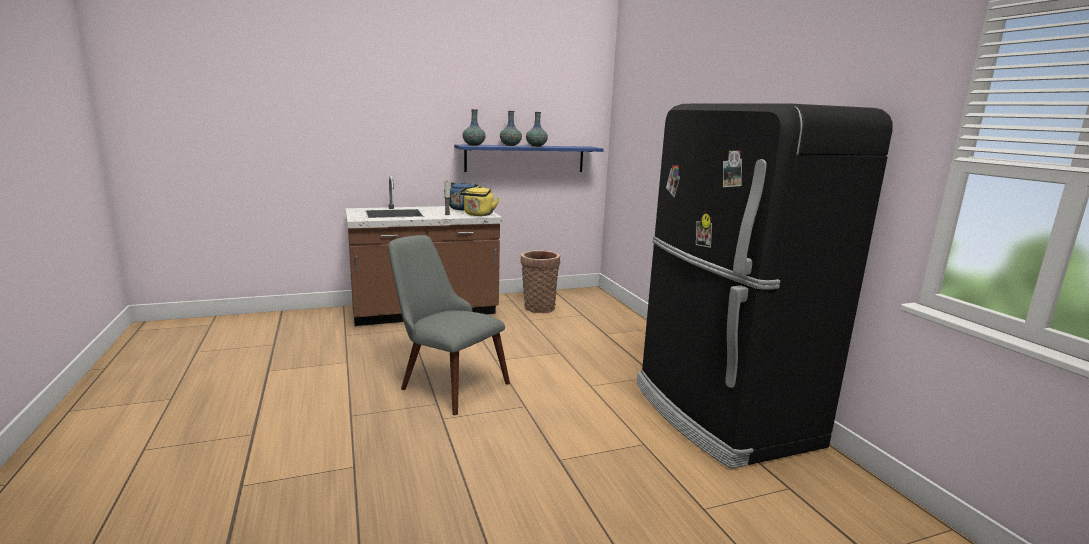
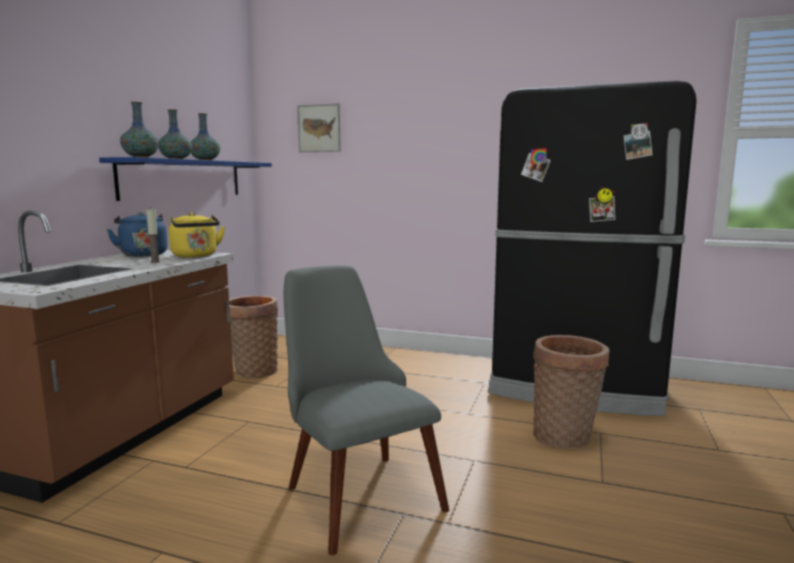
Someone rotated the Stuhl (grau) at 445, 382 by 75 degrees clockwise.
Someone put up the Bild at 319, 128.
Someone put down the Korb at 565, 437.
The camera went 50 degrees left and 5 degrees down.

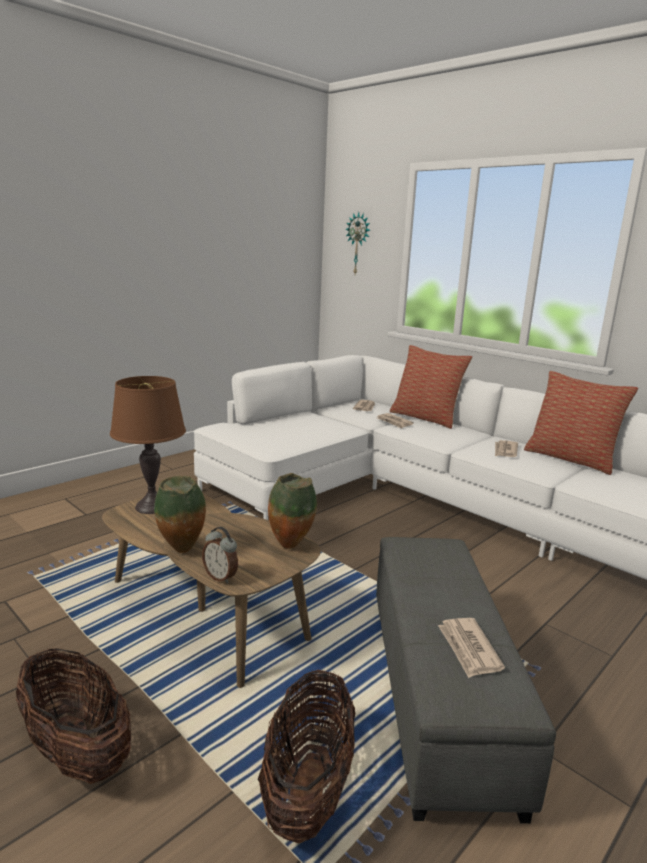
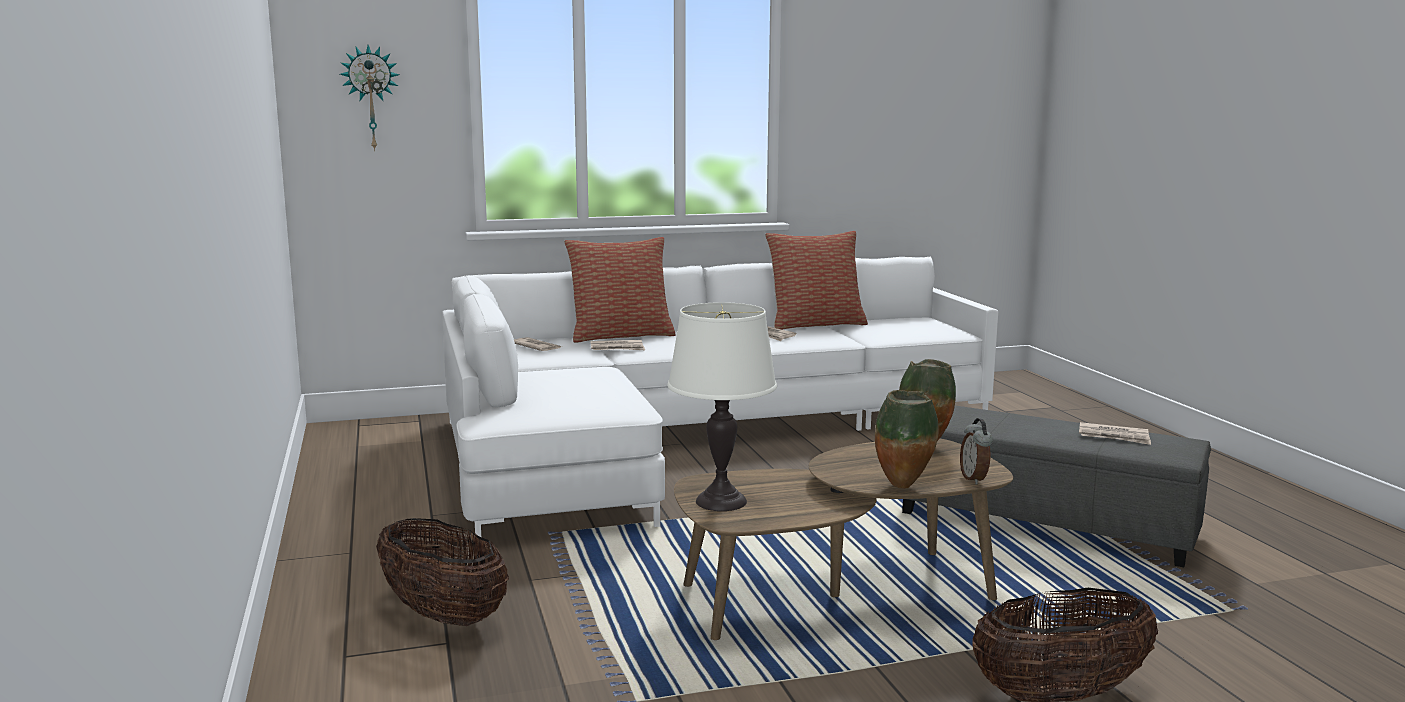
Someone carried the Korb from 308, 789 to 443, 615.
Someone repainted the Tischlampe (braun) at 152, 506, which became the Tischlampe (weiß) at 721, 501.
Someone rotated the Wecker at 221, 577 by 105 degrees clockwise.
The camera went 60 degrees left and 5 degrees down.

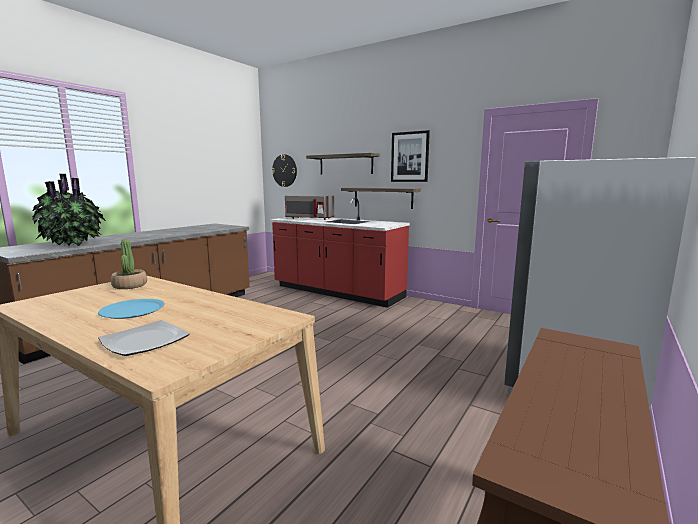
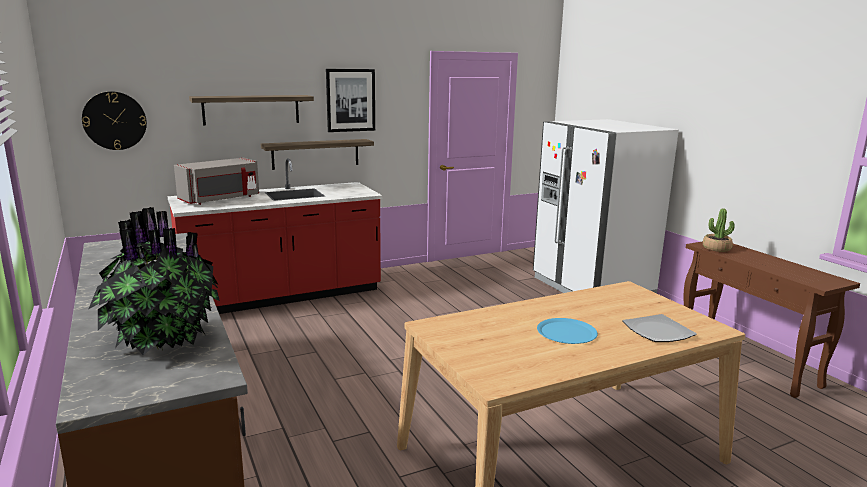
Someone carried the Topfpflanze from 129, 286 to 716, 248.
The camera went 60 degrees left and 5 degrees up.

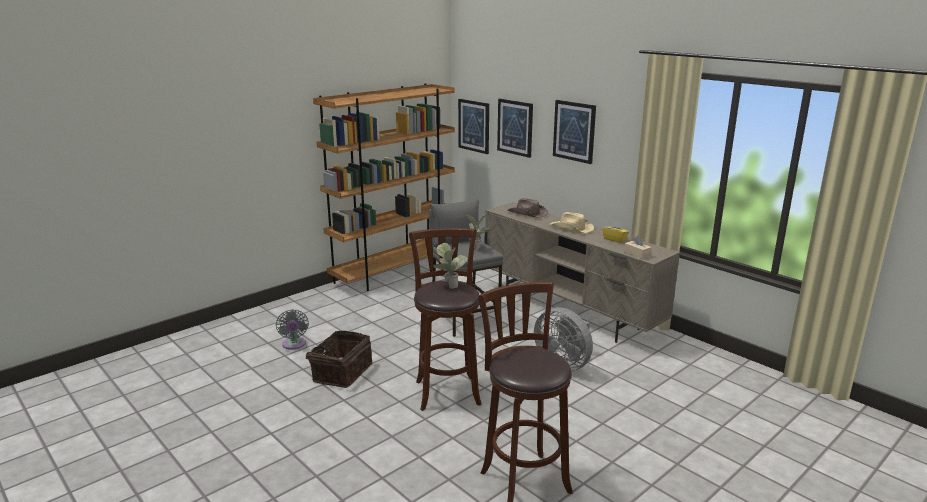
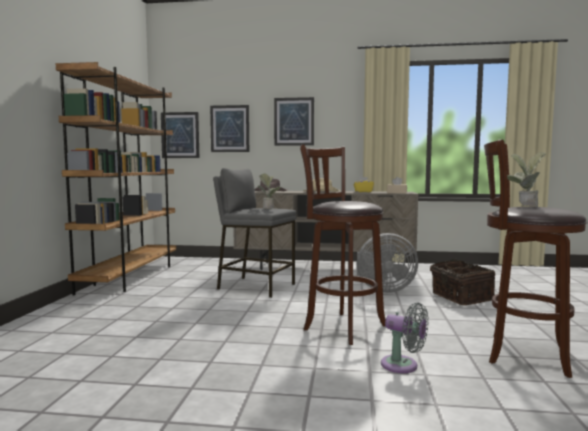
Someone carried the Ventilator (grau) from 294, 345 to 403, 366.
Someone carried the Korb from 341, 373 to 460, 297.
Someone carried the Topfpflanze from 449, 285 to 523, 207.
The camera went 40 degrees left and 15 degrees down.

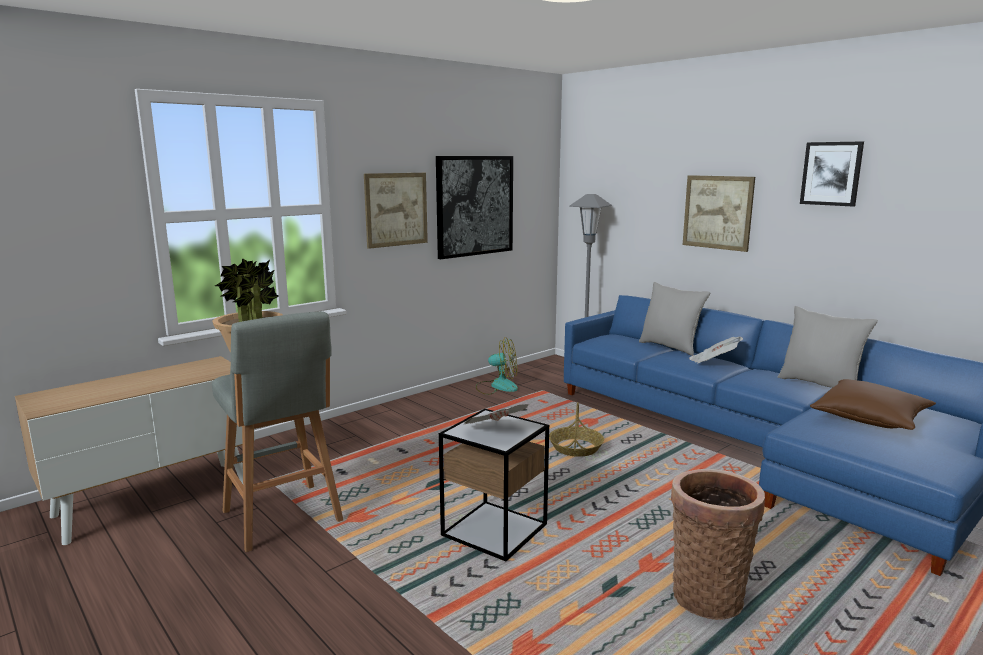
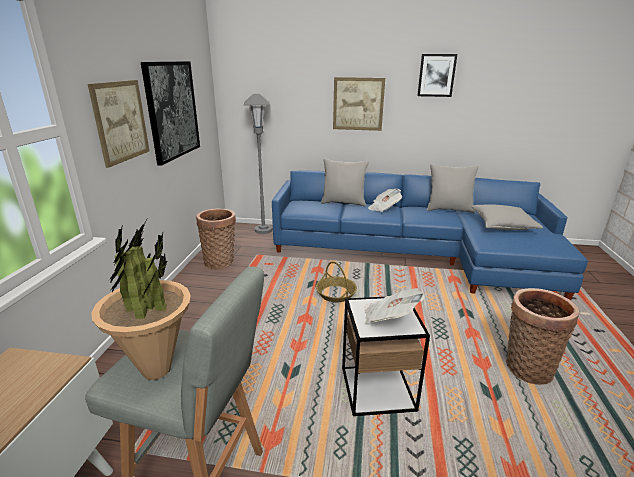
Someone swapped the Ventilator at 497, 386 for the Korb at 220, 261.
Someone repainted the Kissen (braun) at 870, 419, which became the Kissen (grau) at 502, 225.
The camera went 40 degrees left and 10 degrees up.

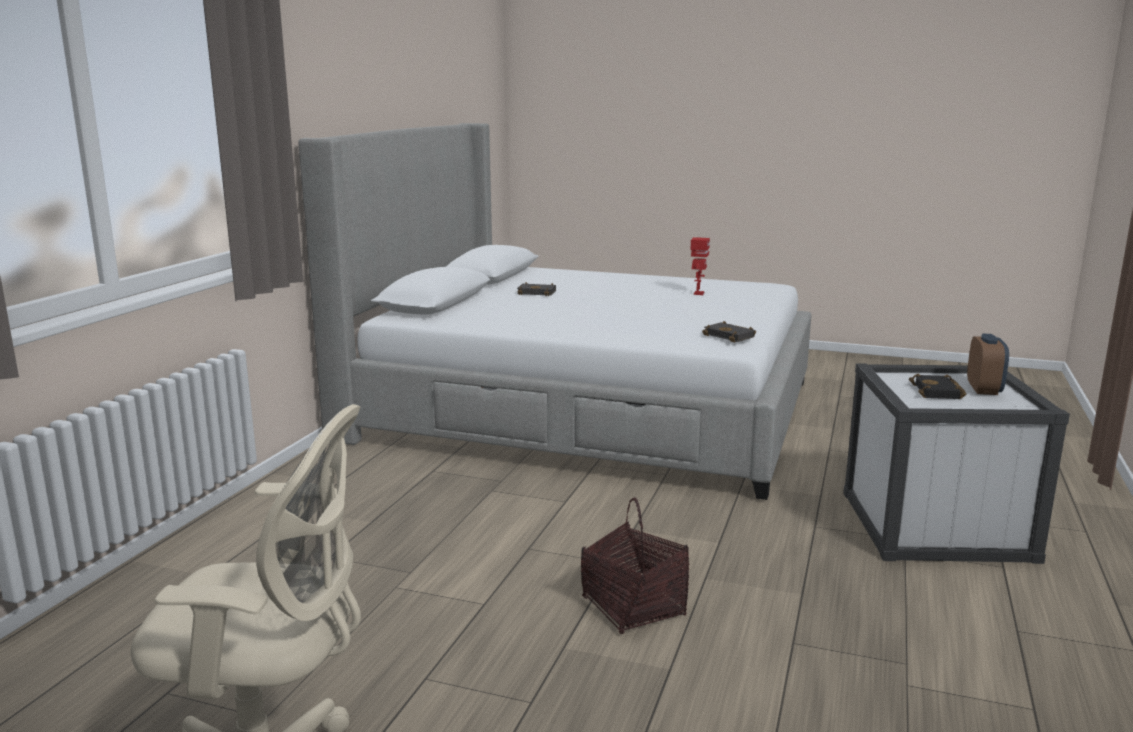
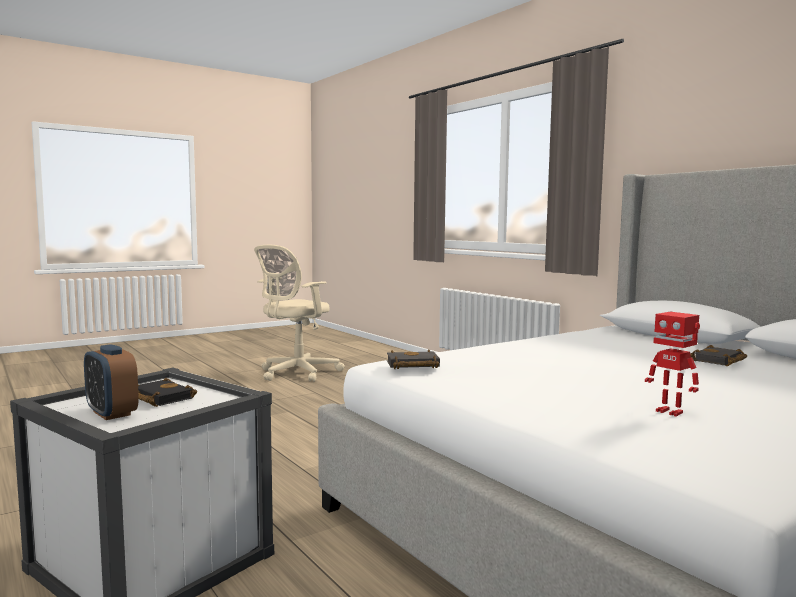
Someone took away the Korb at 633, 607.
The camera went 125 degrees right and 10 degrees down.

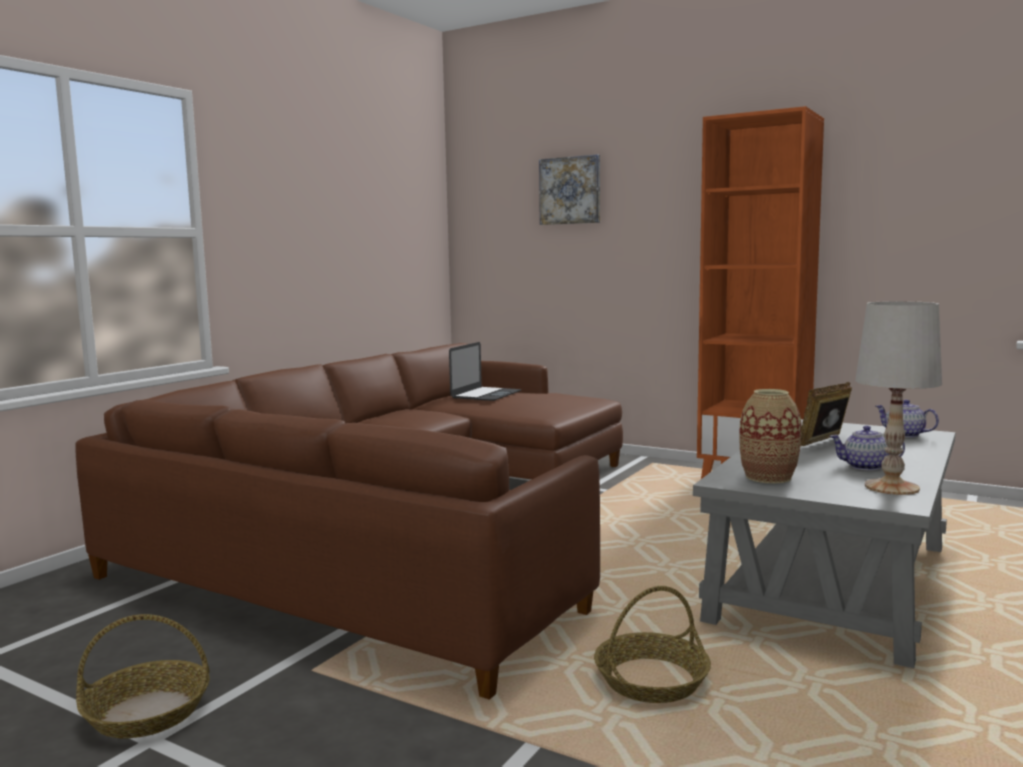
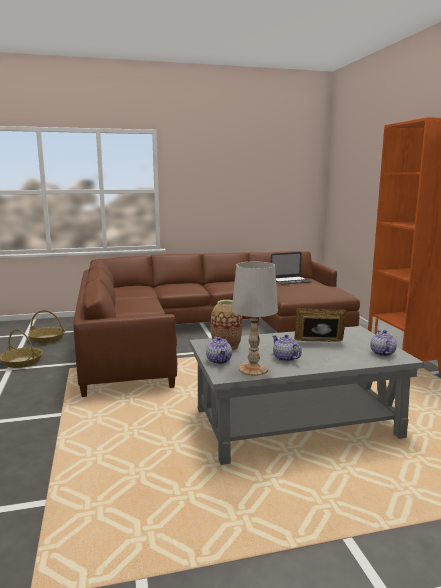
Someone carried the Korb from 651, 680 to 47, 339.
Someone put down the Teekanne at 219, 361.
Someone took away the Bild at 570, 190.
The camera went 45 degrees right and 5 degrees up.

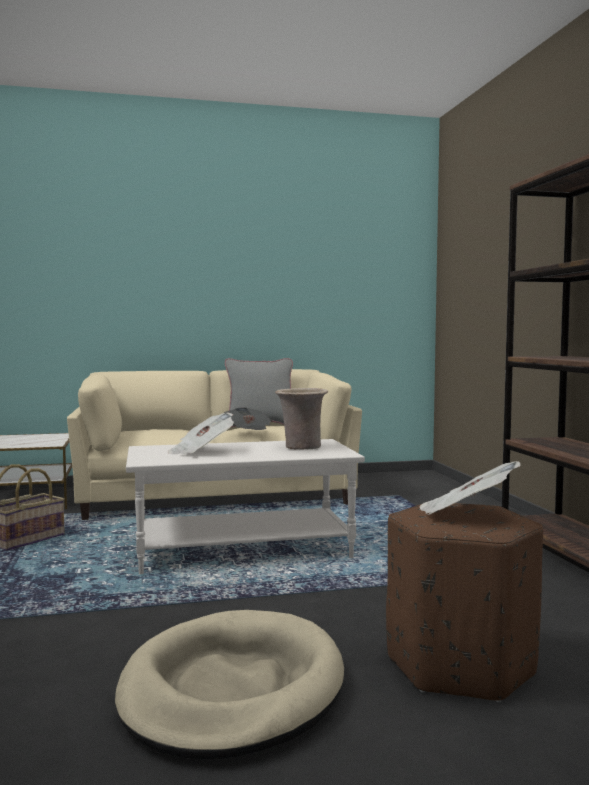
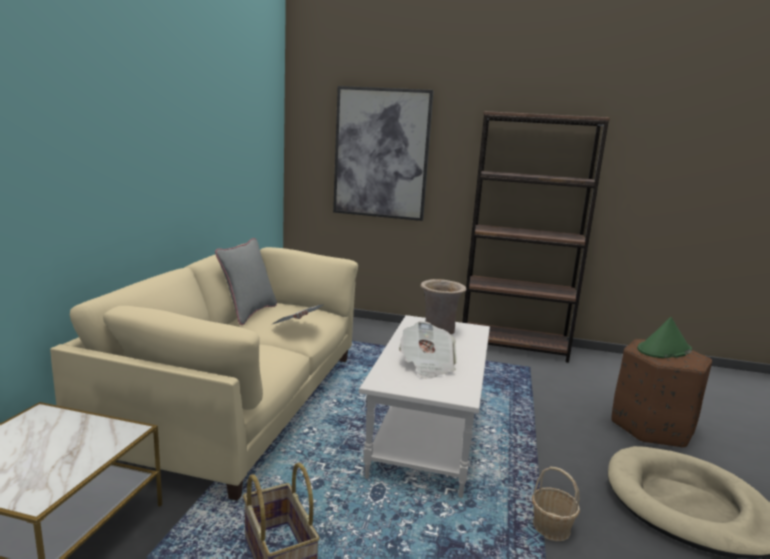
Someone put up the Bild at 381, 154.
Someone put down the Korb at 551, 527.
Someone swapped the Zeitung at 465, 514 for the Hut (grün) at 664, 350.
The camera went 65 degrees left and 10 degrees up.

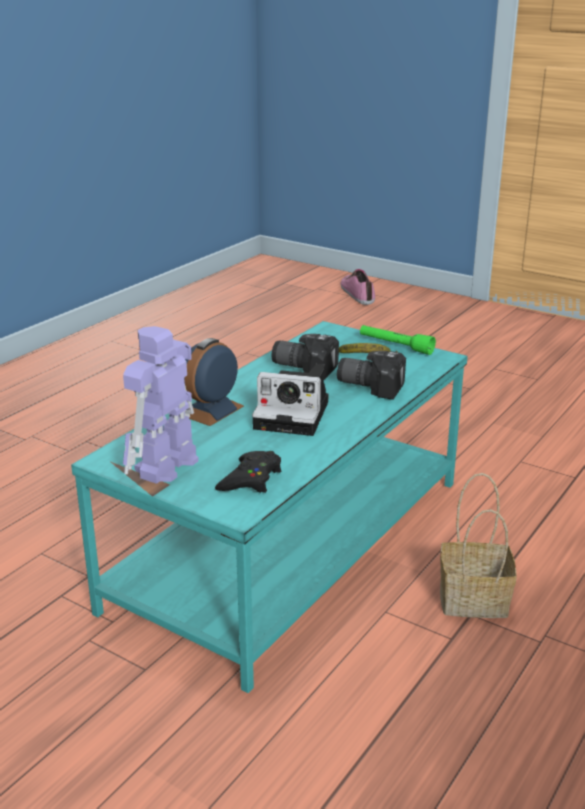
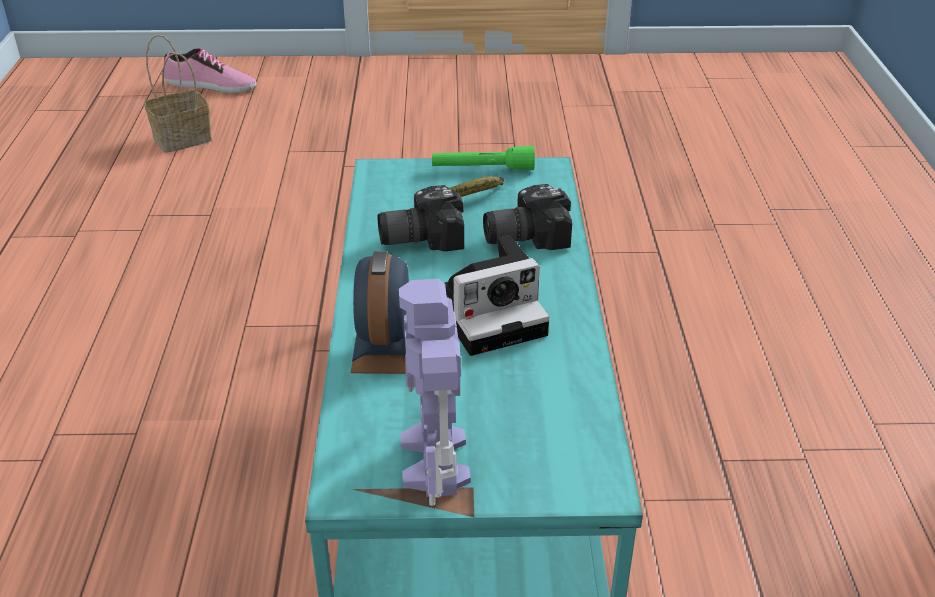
Someone carried the Korb from 475, 599 to 184, 138.
Someone rotated the Schuh at 358, 293 by 150 degrees clockwise.
Someone took away the Gamepad (schwarz) at 250, 479.
The camera went 35 degrees left and 10 degrees up.

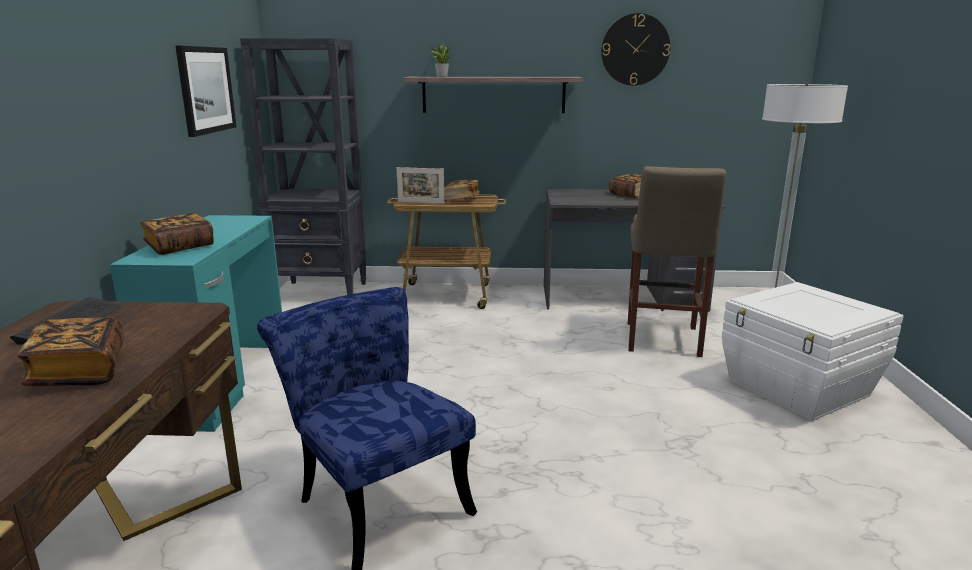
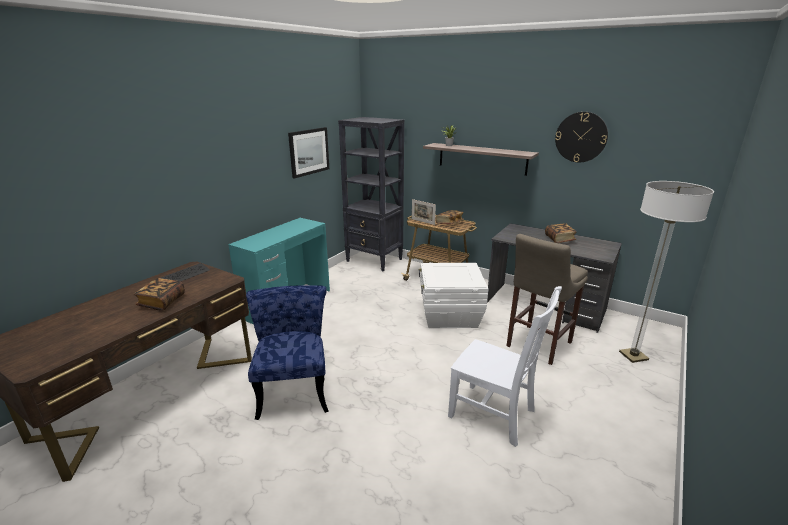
Someone carried the Aufbewahrungsbox (weiß) from 798, 389 to 449, 315.
Someone put down the Stuhl (weiß) at 494, 414.
Someone took away the Buch at 179, 247.
The camera went 30 degrees right and 5 degrees up.

